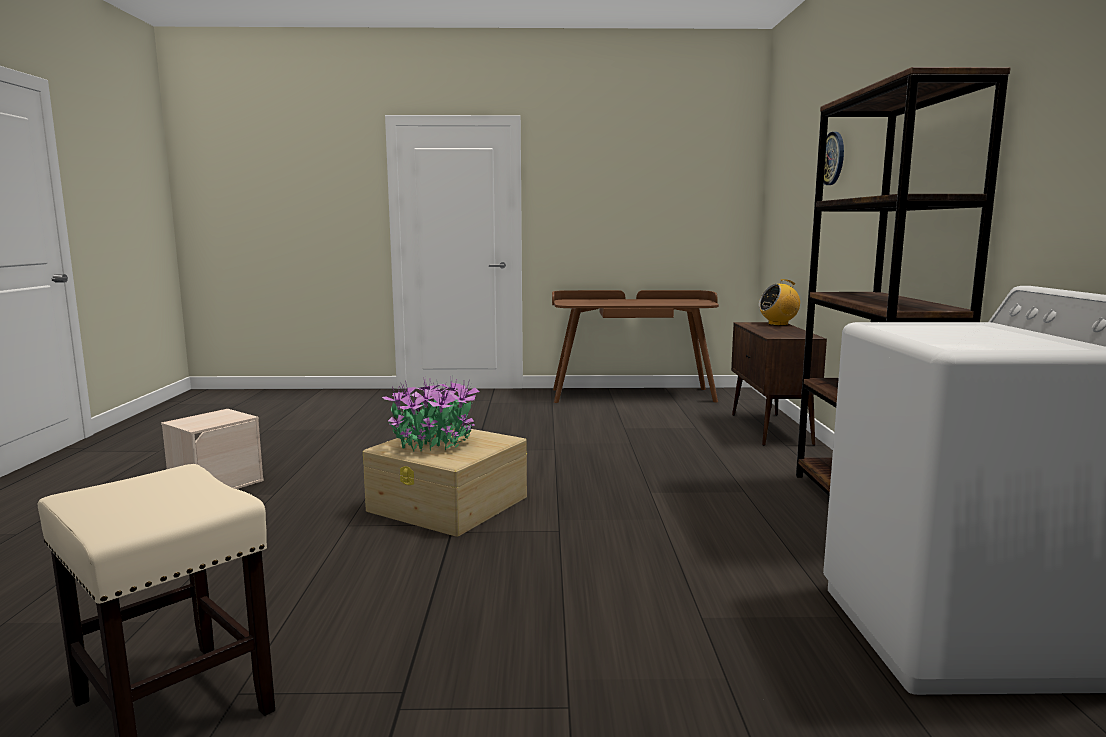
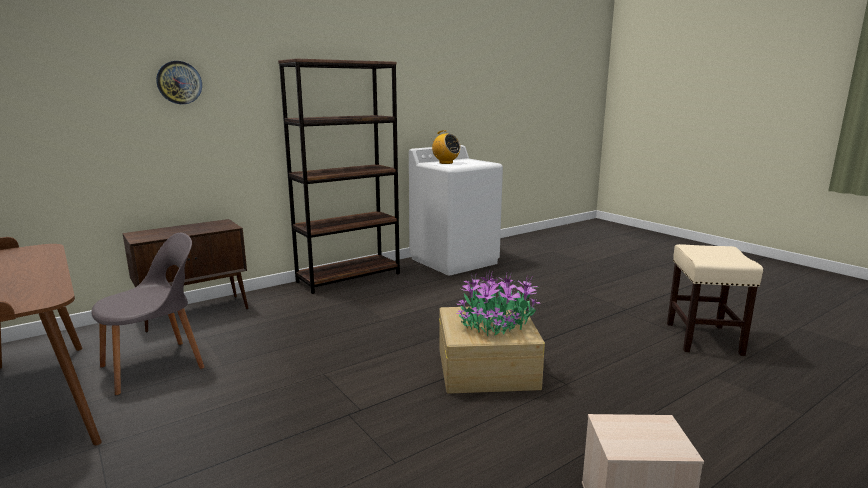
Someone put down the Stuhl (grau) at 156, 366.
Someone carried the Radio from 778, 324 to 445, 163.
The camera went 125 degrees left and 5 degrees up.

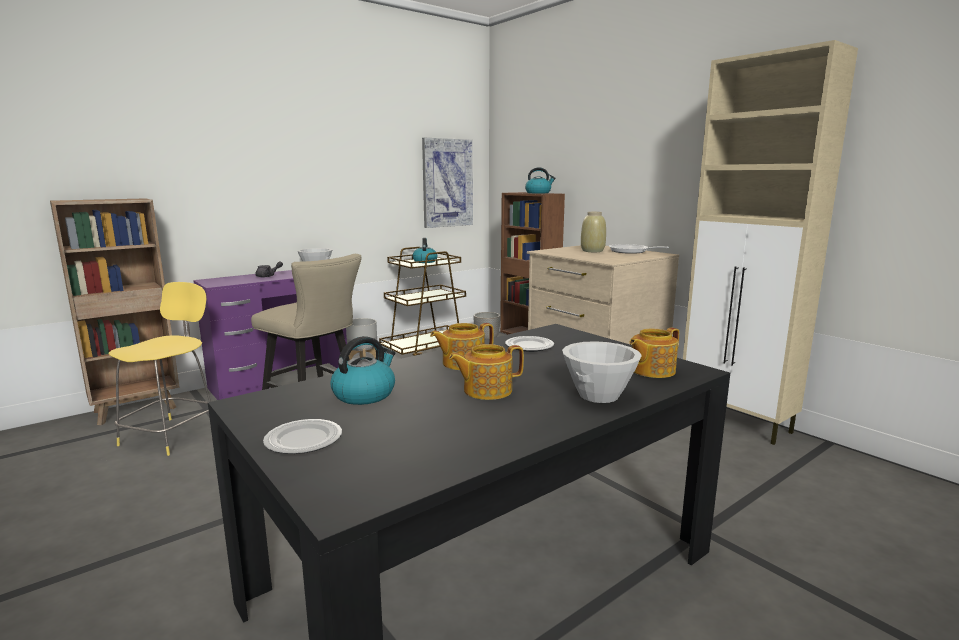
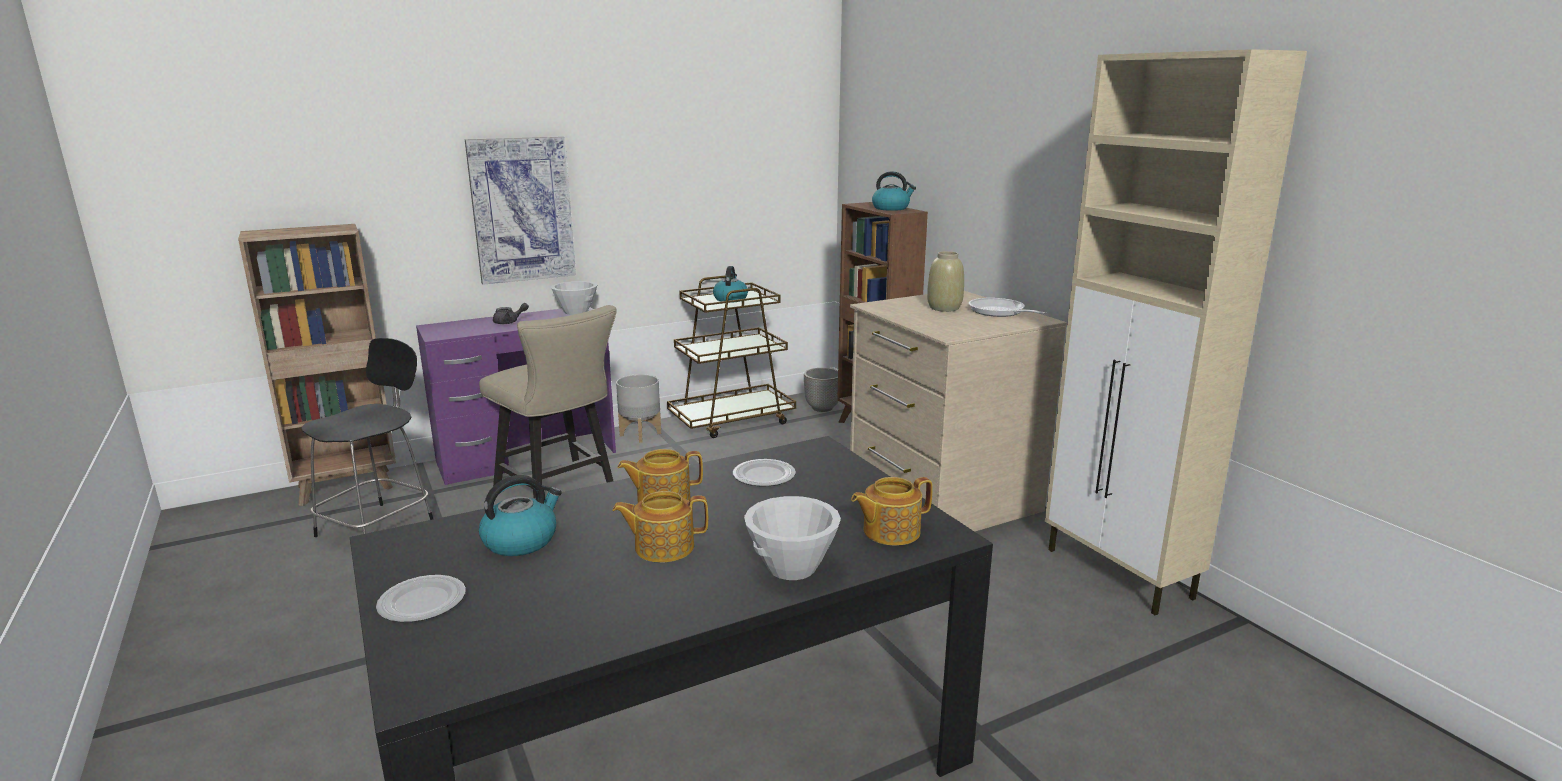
Someone repainted the Hocker (gelb) at 172, 434, which became the Hocker (schwarz) at 379, 527.
Someone carried the Bild from 447, 183 to 522, 210.
The camera went 10 degrees right and 5 degrees up.

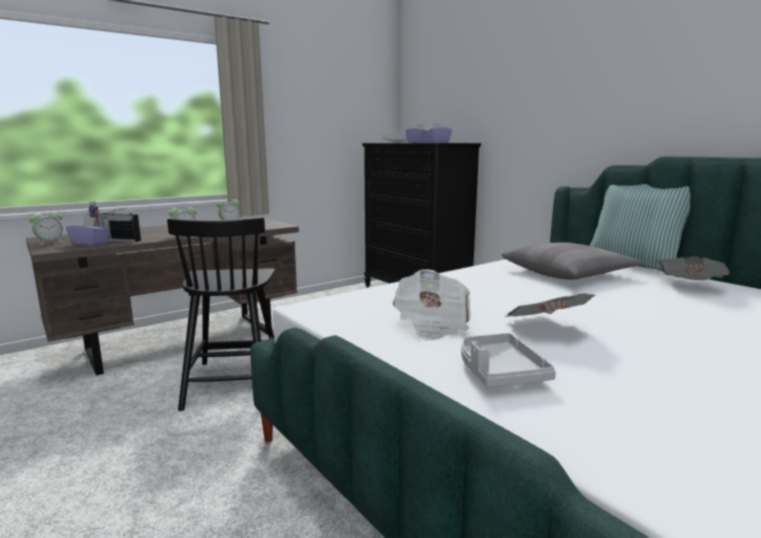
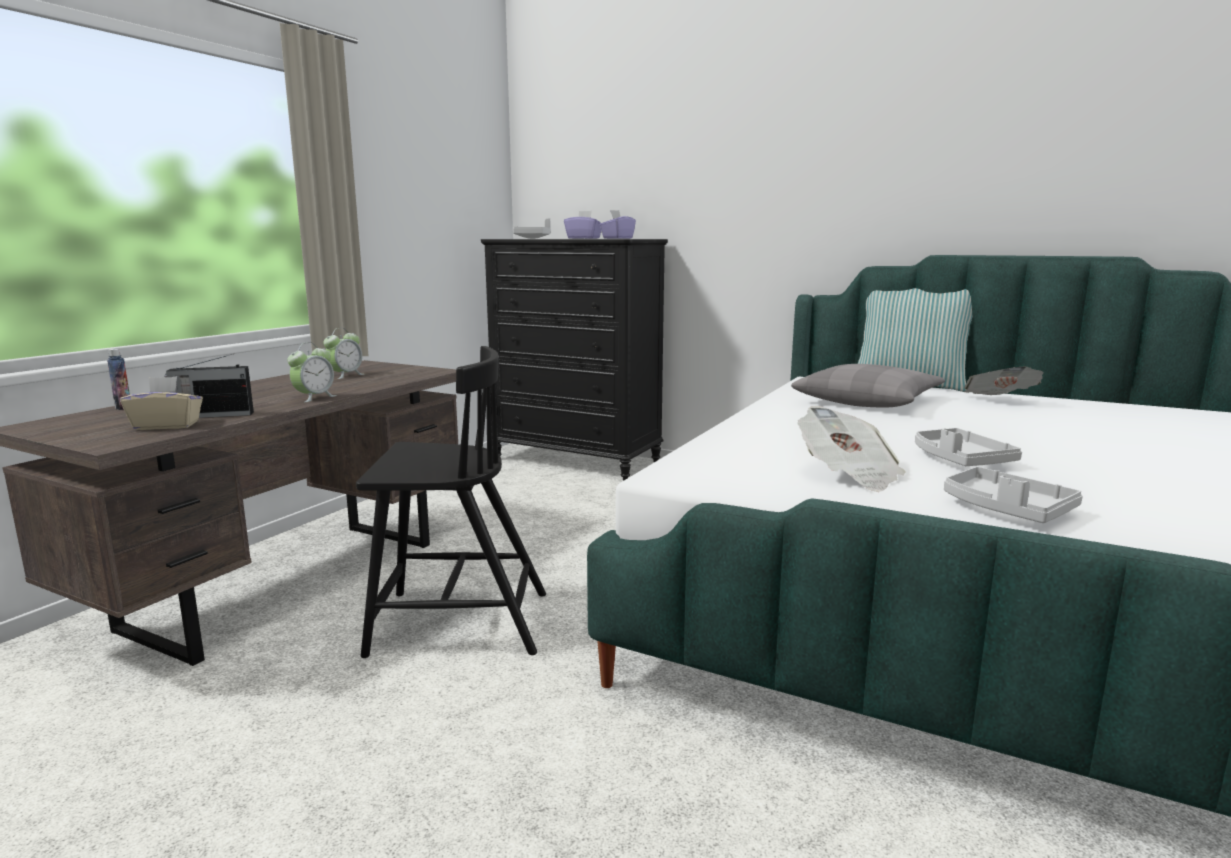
Someone repainted the Taschentuchbox (lila) at 90, 243, which became the Taschentuchbox (beige) at 167, 425.
Someone rotated the Stuhl (schwarz) at 233, 382 by 60 degrees counterclockwise.
Someone swapped the Zeitung at 546, 327 for the Tablett (grau) at 959, 460.
Someone took away the Wecker at 50, 243.
The camera went 25 degrees left and 0 degrees up.

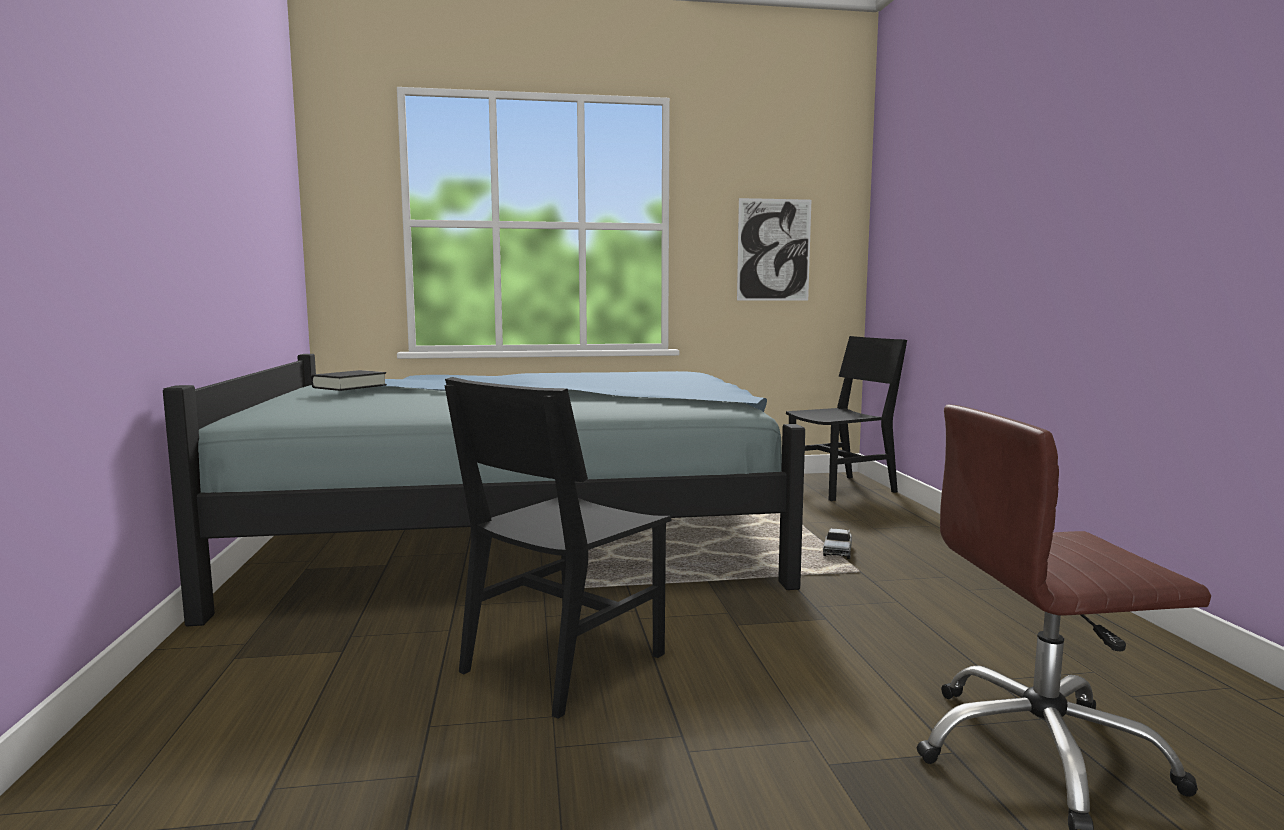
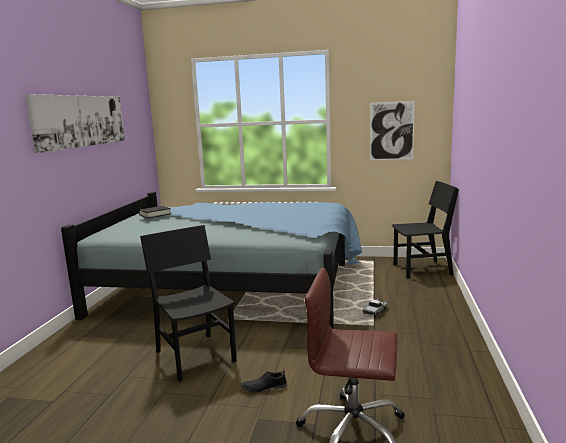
Someone put up the Bild at 81, 121.
Someone rotated the Stuhl (schwarz) at 563, 662 by 90 degrees clockwise.
Someone put down the Schuh (schwarz) at 264, 387.
The camera went 20 degrees right and 5 degrees up.

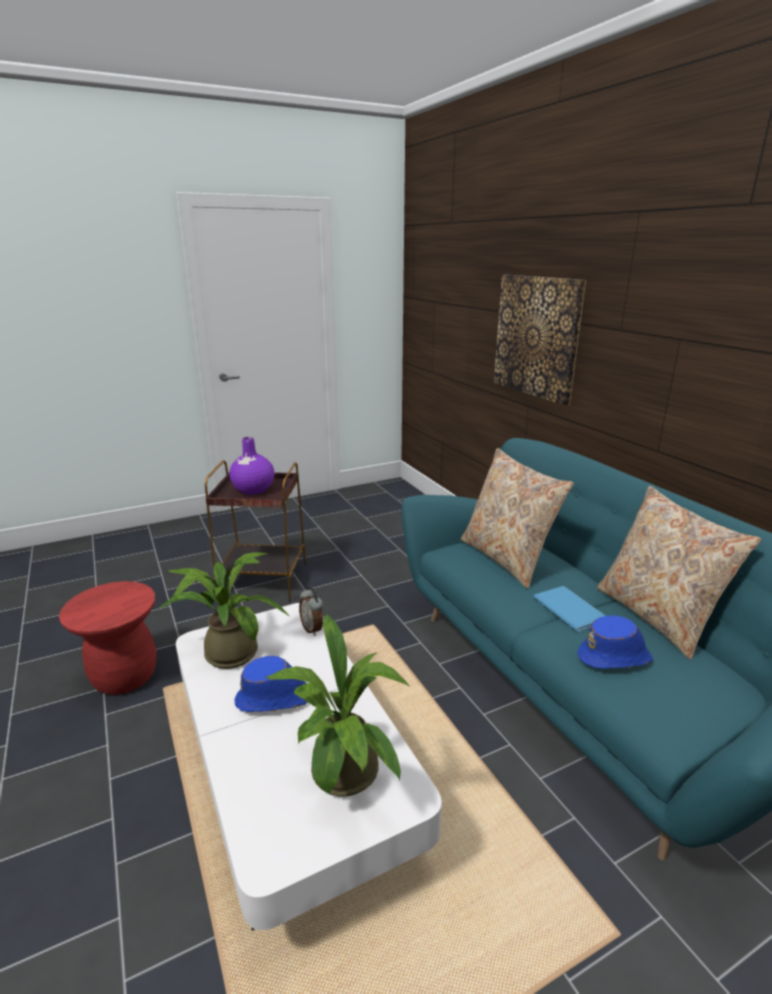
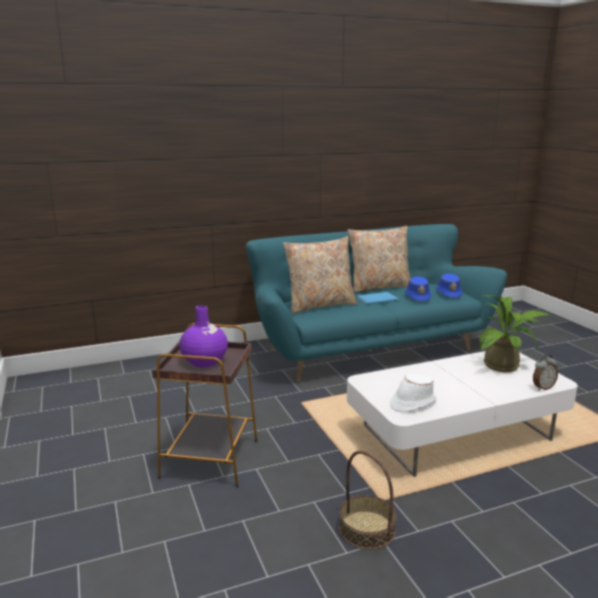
Someone swapped the Hocker (rot) at 125, 676 for the Korb at 366, 529.
Someone swapped the Topfpflanze at 227, 651 for the Hut (weiß) at 412, 403.
Someone carried the Hut (blau) from 274, 699 to 448, 293.
Someone carried the Wecker from 312, 629 to 542, 387.
Someone took away the Bild at 537, 337.
The camera went 85 degrees left and 5 degrees down.

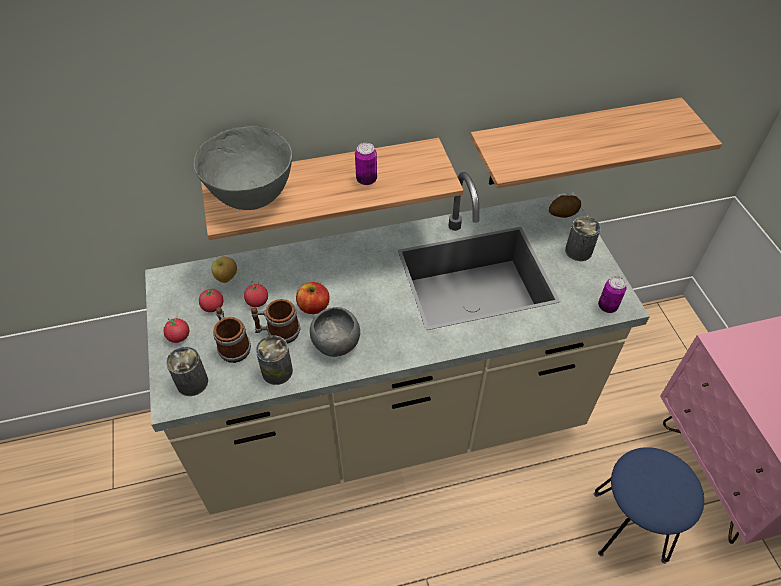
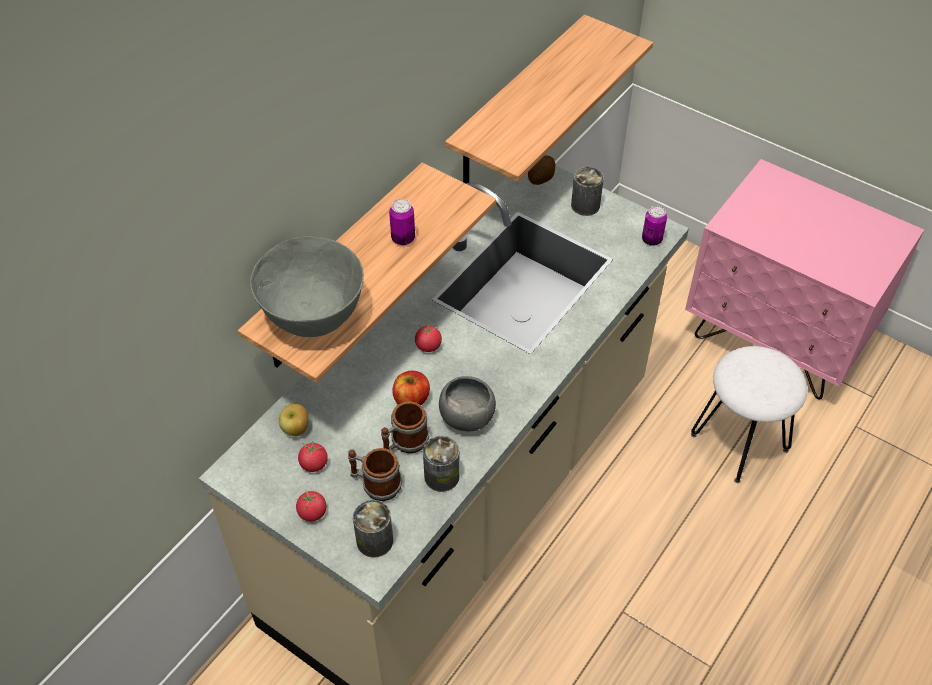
Someone carried the Tomate from 257, 301 to 428, 346.
Someone repainted the Hocker (blau) at 630, 526, which became the Hocker (weiß) at 740, 441.
The camera went 40 degrees left and 0 degrees up.

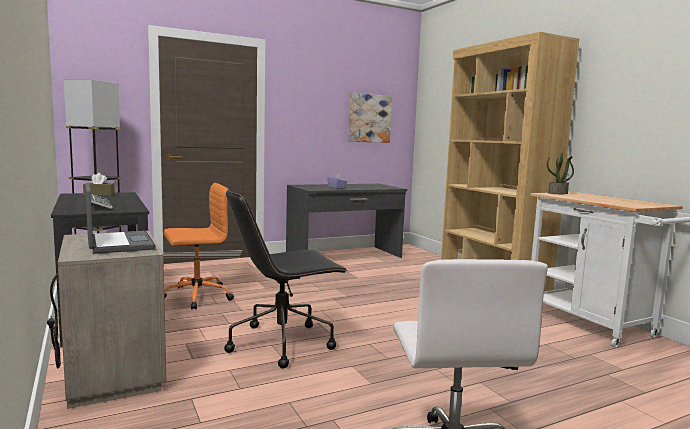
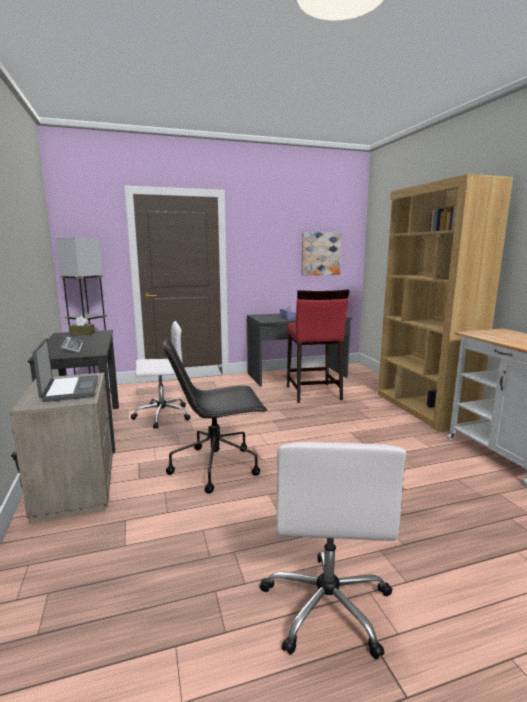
Someone repainted the Bürostuhl (orange) at 196, 296, which became the Bürostuhl (weiß) at 161, 415.
Someone put down the Hocker (rot) at 313, 393.
Someone took away the Topfpflanze at 558, 193.
The camera went 10 degrees right and 5 degrees up.

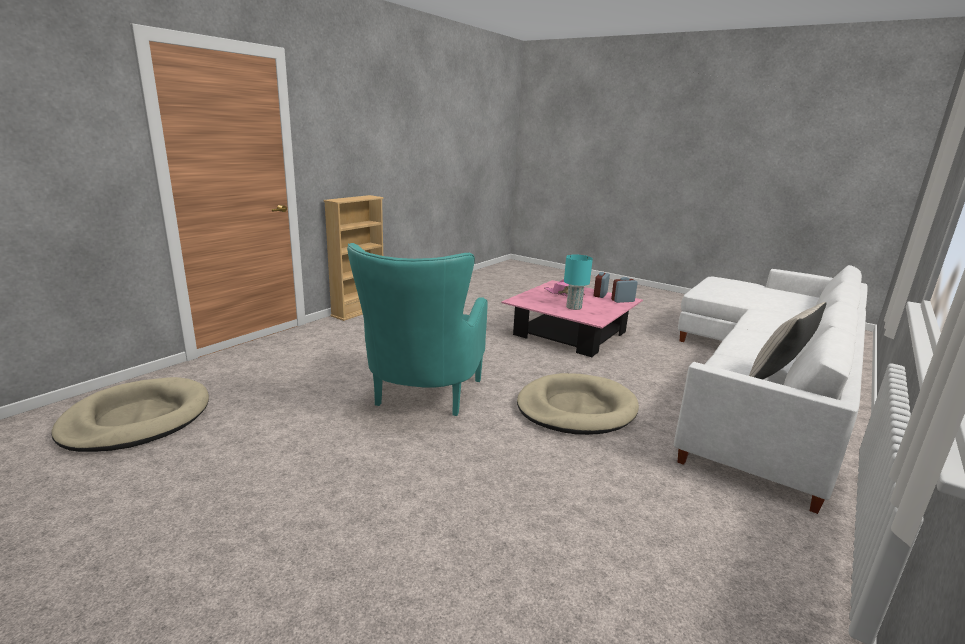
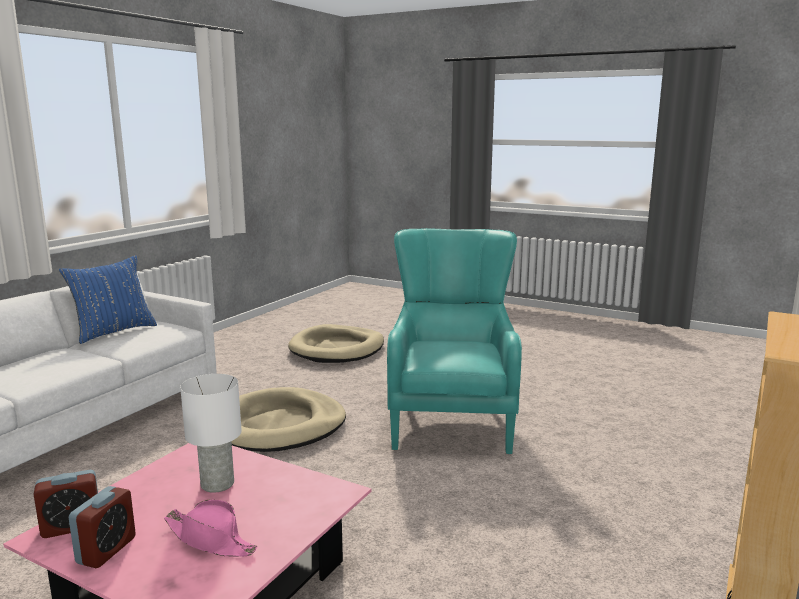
Someone repainted the Kissen (beige) at 777, 379, which became the Kissen (blau) at 113, 332.
Someone repainted the Tischlampe (türkis) at 574, 307, which became the Tischlampe (weiß) at 216, 484.
Someone carried the Hundebett (beige) from 137, 419 to 337, 348.
The camera went 175 degrees right and 5 degrees down.

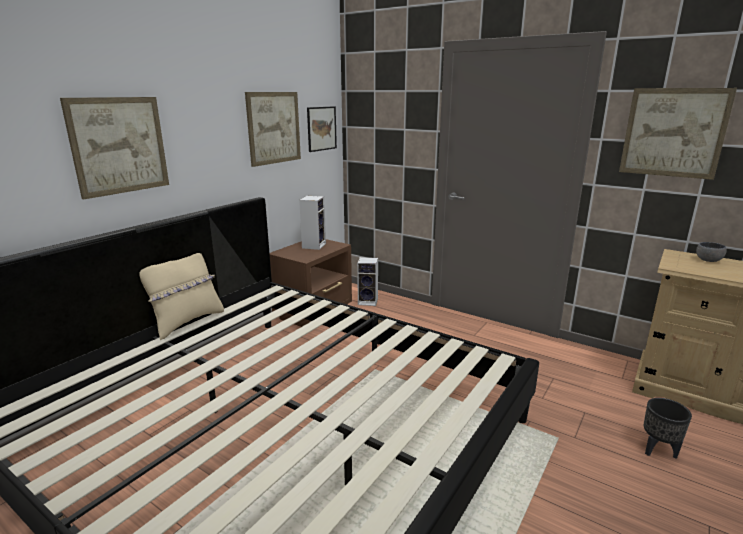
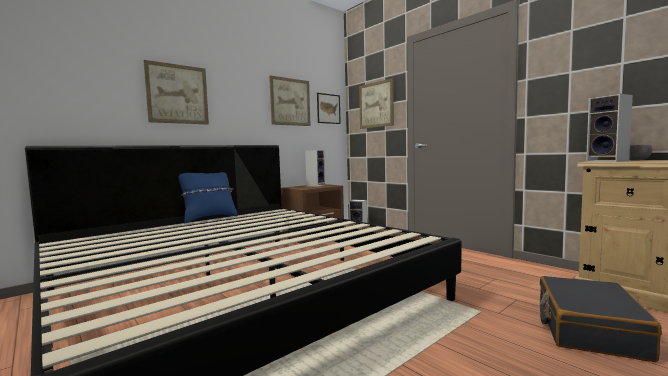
Someone repainted the Kissen (beige) at 187, 322, which became the Kissen (blau) at 209, 218.
Someone carried the Bild from 673, 133 to 376, 105.
Someone swapped the Pflanzkübel (schwarz) at 658, 450 for the Koffer (schwarz) at 588, 329.
Someone put down the Lautsprecher at 609, 161.
The camera went 15 degrees right and 15 degrees down.

